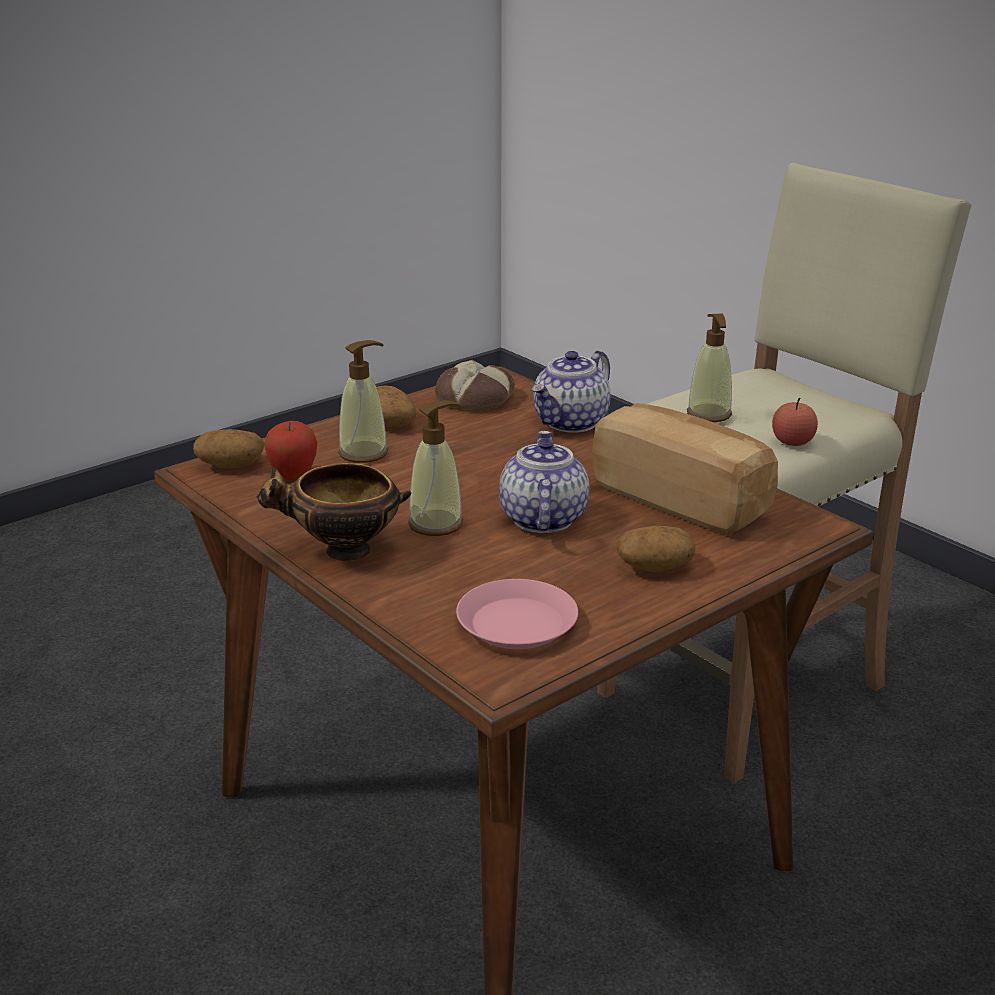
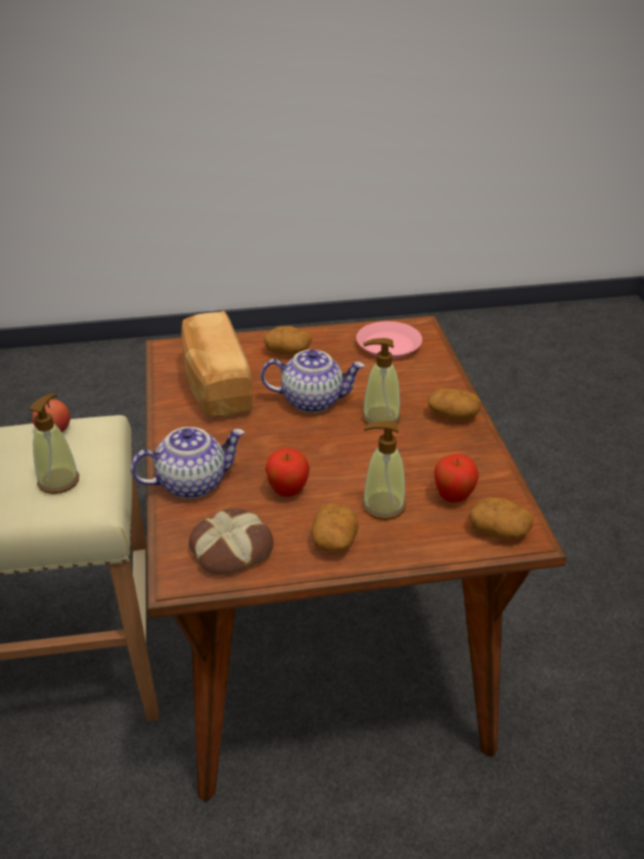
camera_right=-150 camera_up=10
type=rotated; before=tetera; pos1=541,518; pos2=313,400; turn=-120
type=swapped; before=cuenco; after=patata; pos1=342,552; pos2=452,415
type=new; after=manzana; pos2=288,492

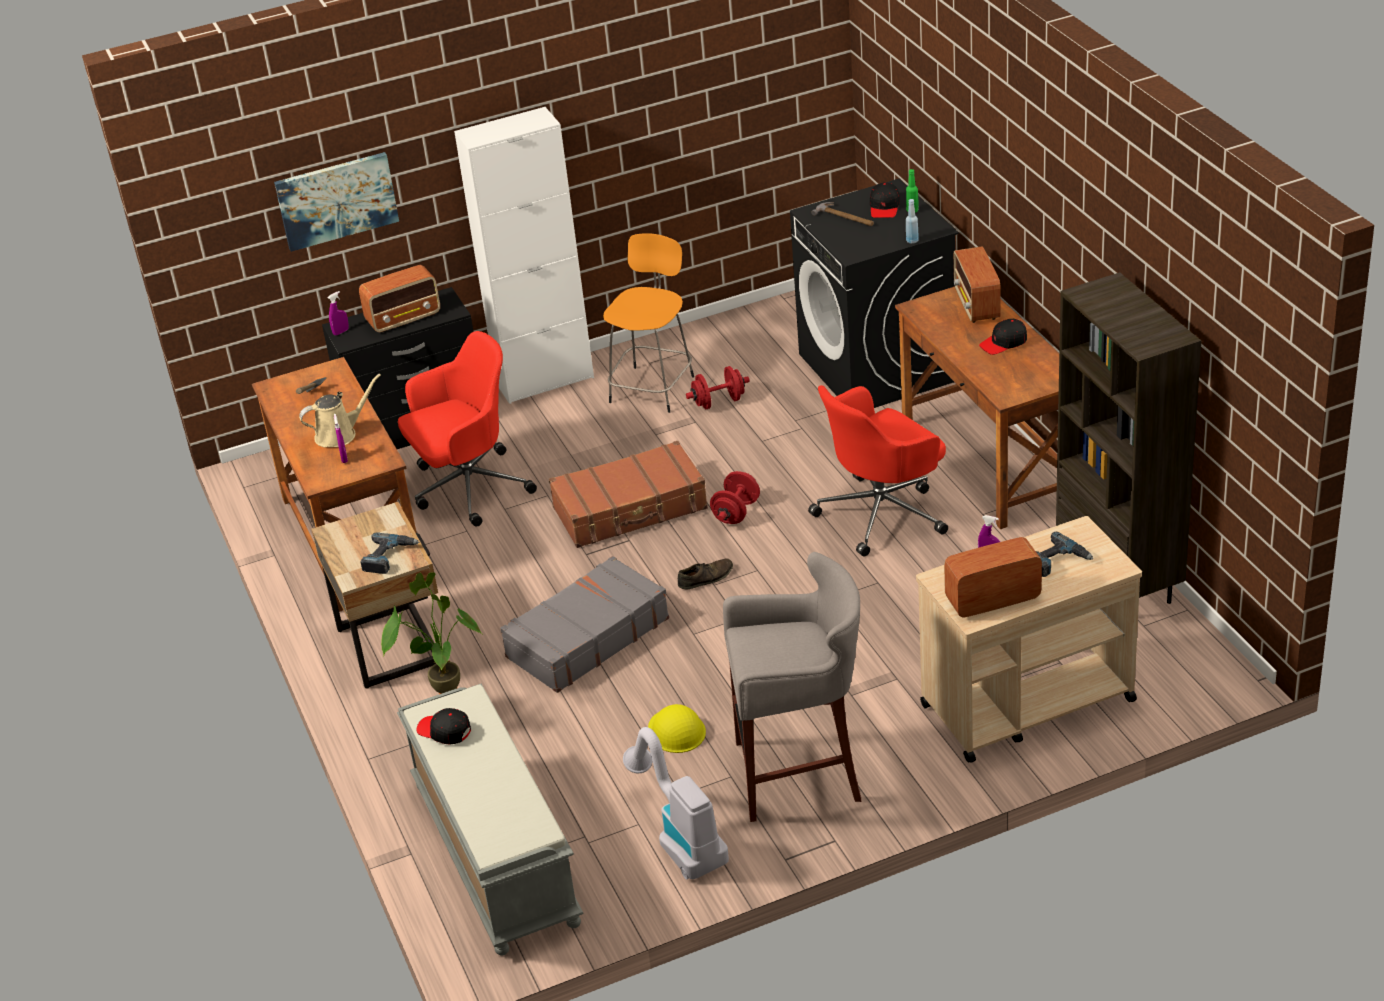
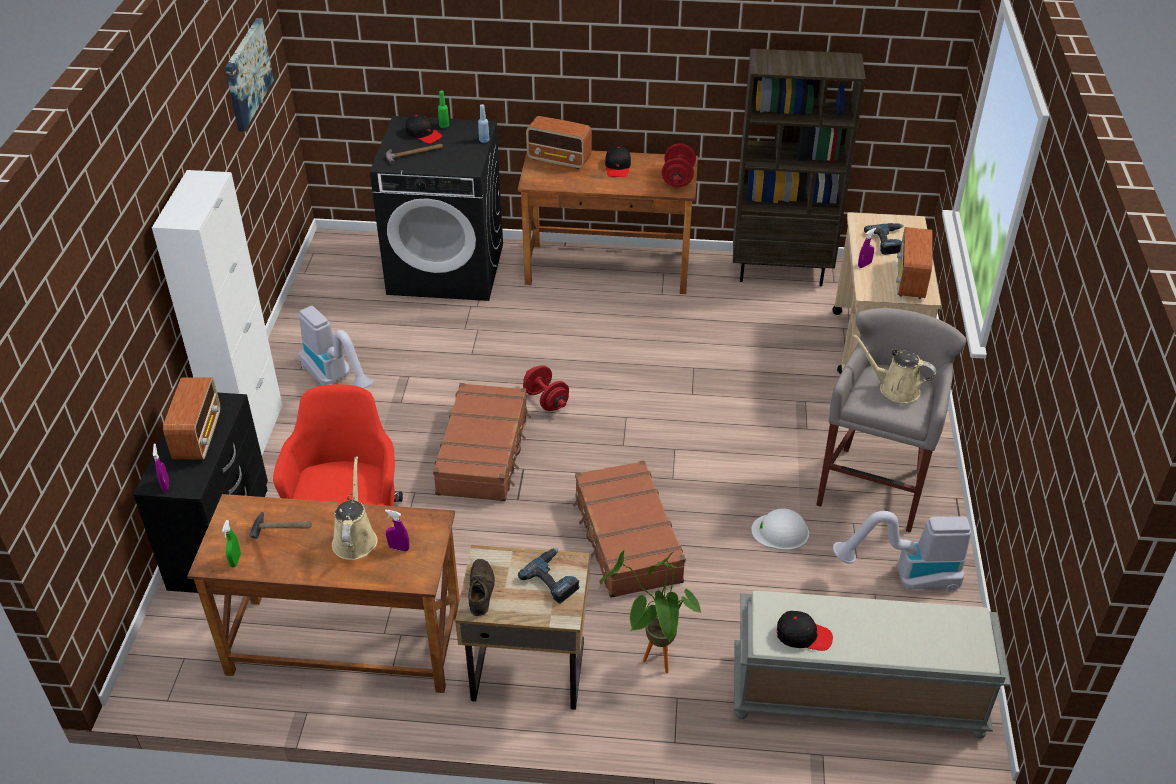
camera_right=-65 camera_up=5
type=shifted; before=cuadro; pos1=336,200; pos2=247,74
type=swapped; before=taburete [naranja]; after=aspiradora; pos1=653,387; pos2=336,380
type=shifted; before=mancuerna [rojo]; pos1=719,402; pos2=678,178
type=gone; before=silla de oficina [rojo]; pos1=883,513
type=repainted; before=maleta [gris]; after=maleta [marrón]; pos1=586,638; pos2=626,539
type=shifted; before=zapato [marrón]; pos1=706,578; pos2=480,590
type=repainted; before=casco [amarillo]; after=casco [blanco]; pos1=676,730; pos2=780,531
type=rotated; before=gorra [negro]; pos1=444,731; pos2=803,635; turn=-135
type=new; after=regadera [beis]; pos2=895,388
type=new; after=pulverizador [verde]; pos2=235,560

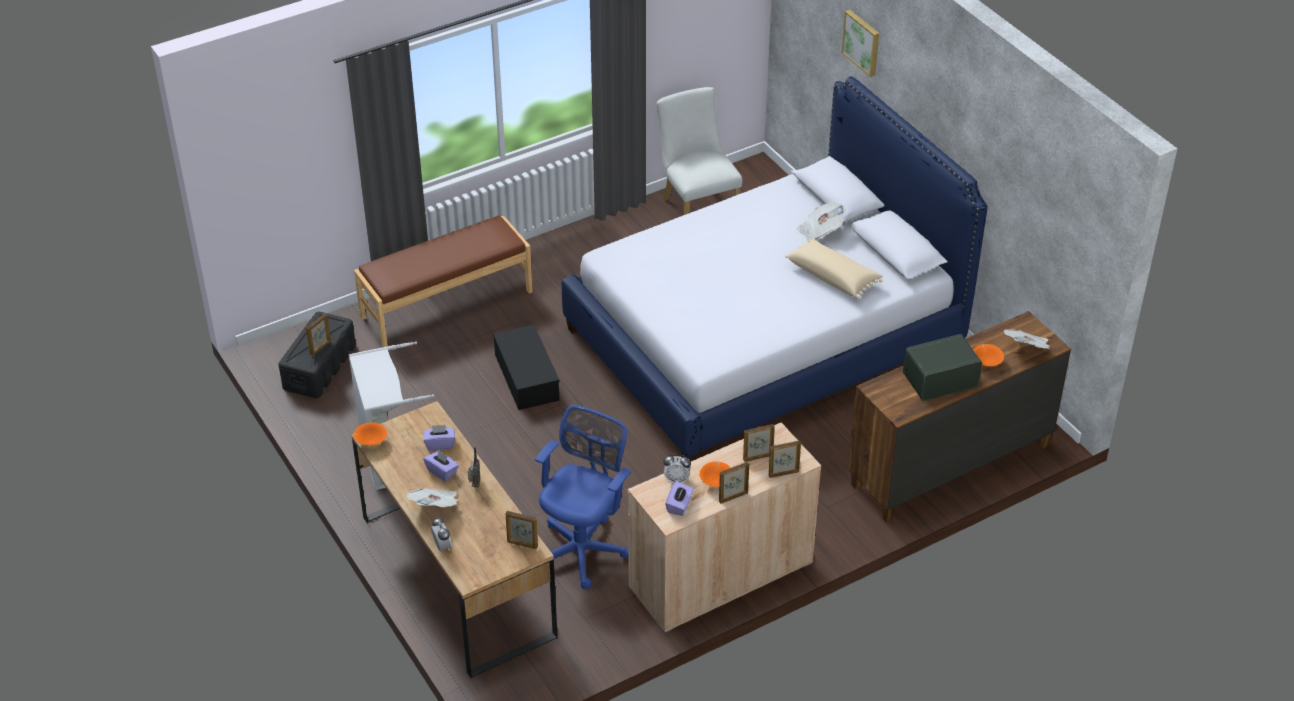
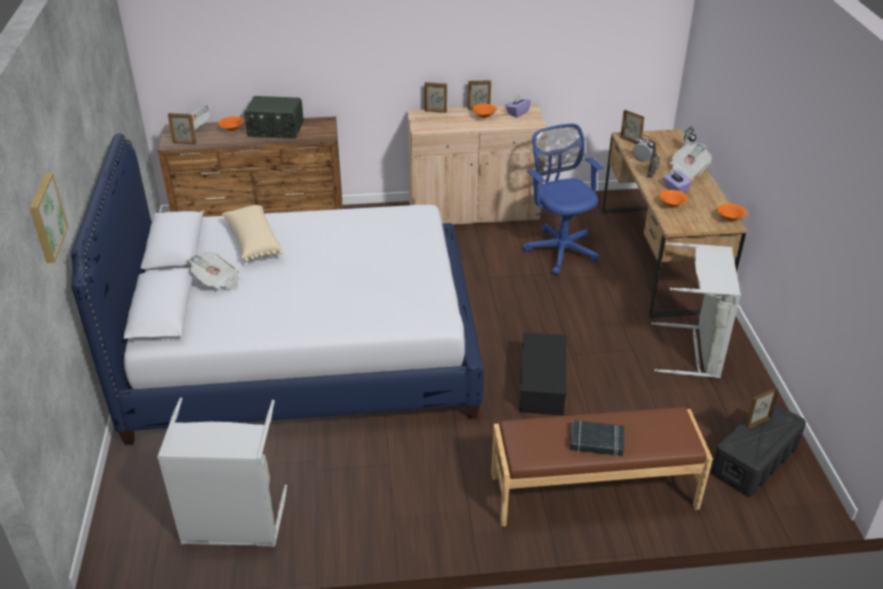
camera_right=-155 camera_up=-5
type=swapped; before=silla [blanco]; after=cesto de la ropa [gris]; pos1=697,207; pos2=233,525
type=rotated; before=silla de oficina [azul]; pos1=582,549; pos2=560,249; turn=105
type=shifted; before=portarretratos; pos1=757,457; pos2=184,143
type=swapped; before=caja de pañuelos [morado]; after=cuenco [naranja]; pos1=440,444; pos2=671,205
type=shifted; before=despertador; pos1=677,480; pos2=642,160
type=new; after=libro [negro]; pos2=596,442

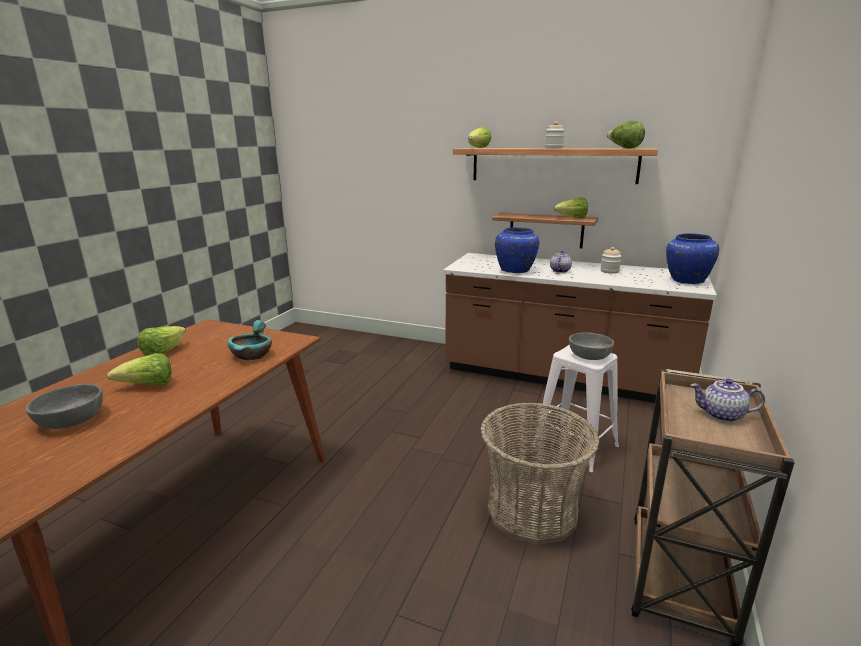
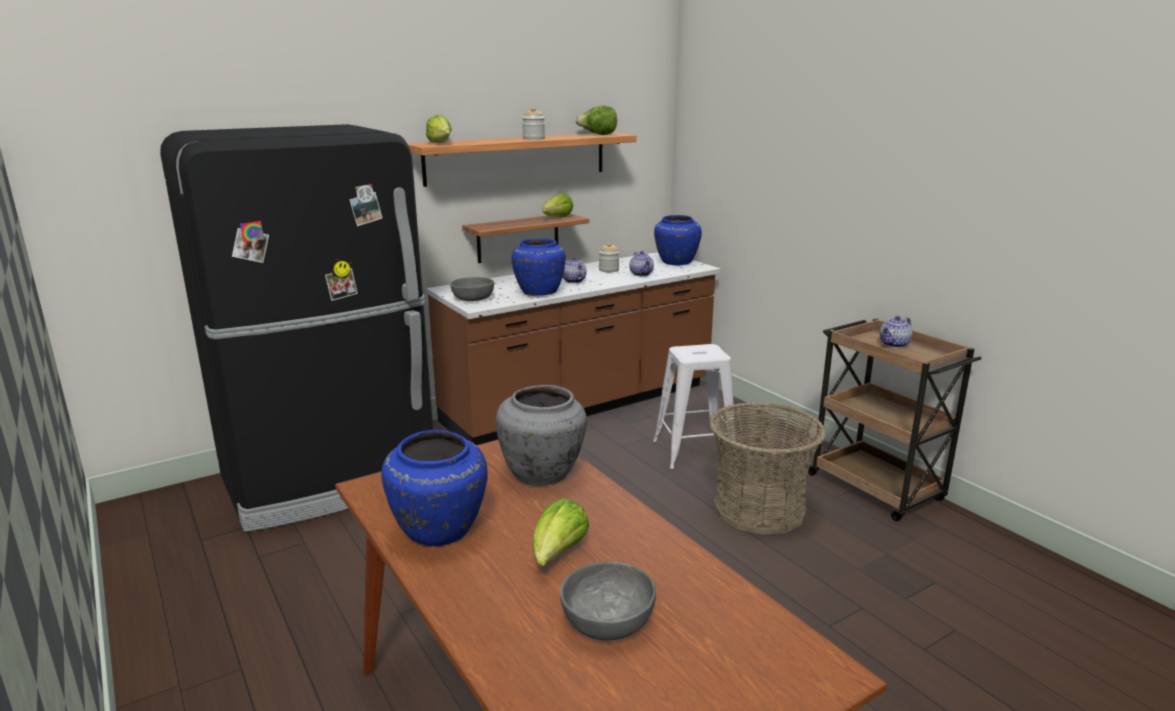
camera_right=-55 camera_up=0
type=swapped; before=cuenco [turquesa]; after=florero [gris]; pos1=252,355; pos2=543,474
type=swapped; before=lechuga; after=florero [azul]; pos1=164,352; pos2=439,532
type=shifted; before=cuenco [gris]; pos1=589,355; pos2=472,298
type=new; after=nevera [negro]; pos2=332,478
type=new; after=tetera; pos2=642,274

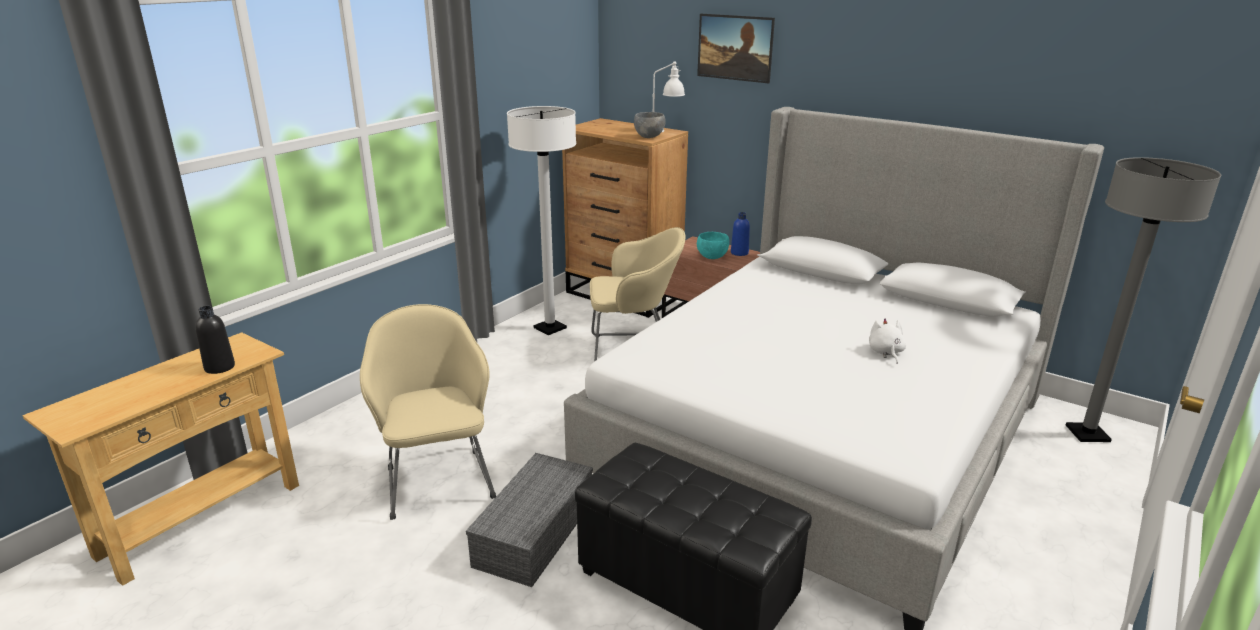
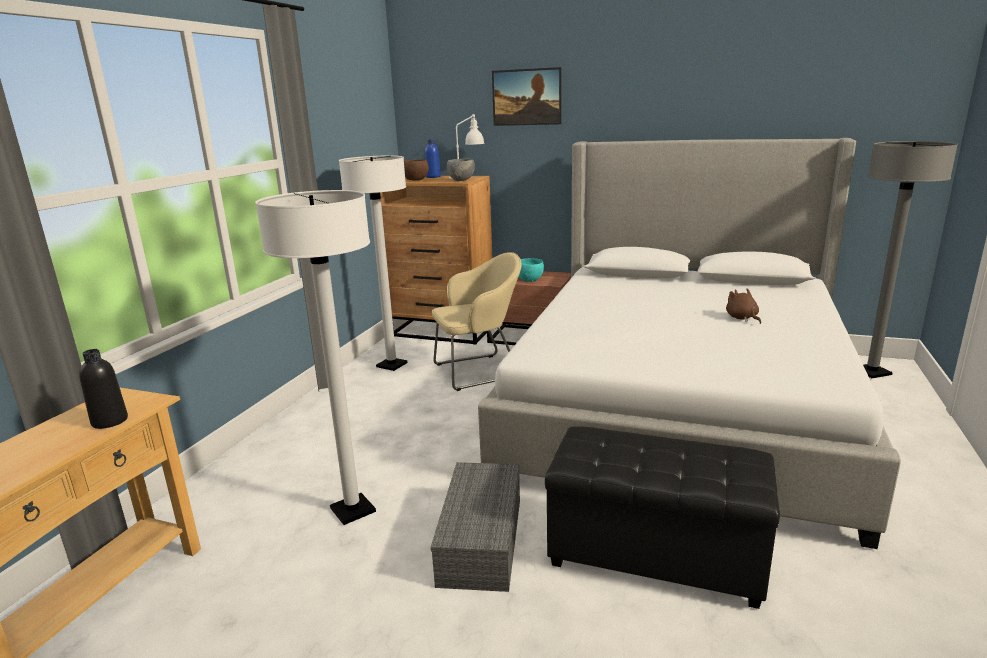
camera_right=-15 camera_up=-5
type=shifted; before=botella [azul]; pos1=739,253; pos2=433,177
type=swapped; before=sillón [beis]; after=lámpara de pie [blanco]; pos1=438,478; pos2=353,510
type=repainted; before=peluche [blanco]; after=peluche [marrón]; pos1=885,352; pos2=742,318
type=new; after=cuenco [marrón]; pos2=415,180

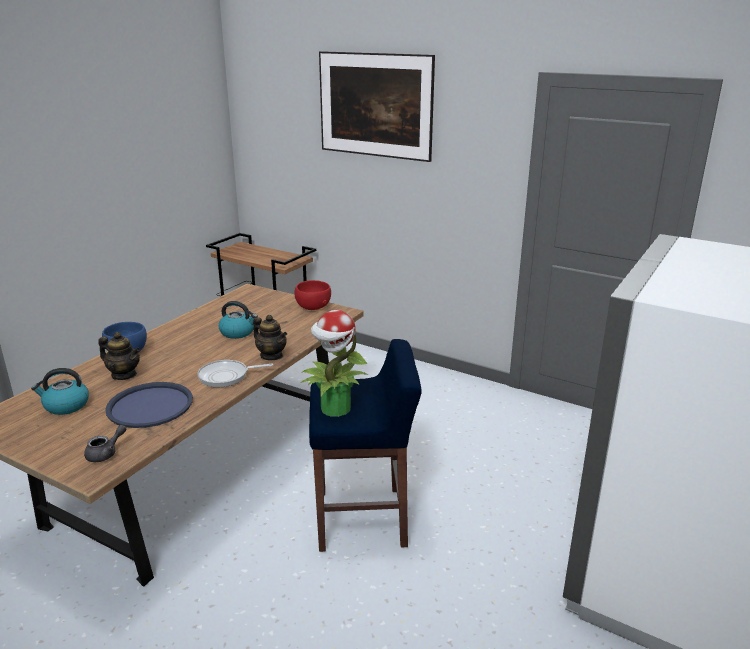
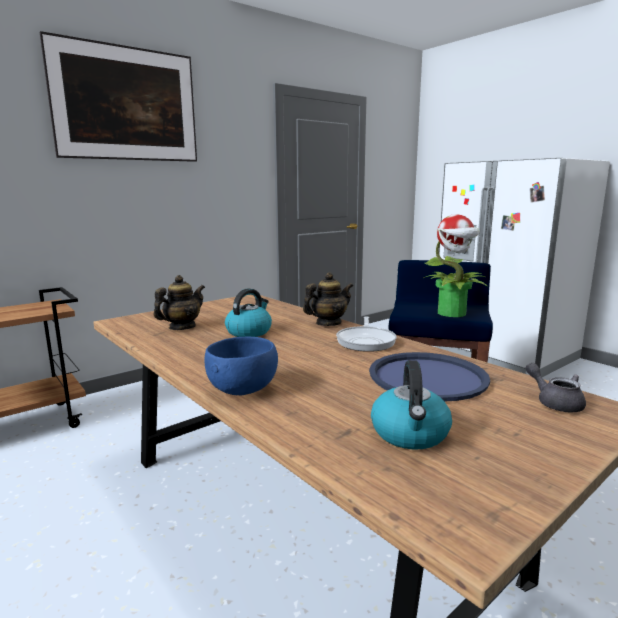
camera_right=-70 camera_up=-10
type=gone; before=cuenco [rojo]; pos1=313,307
type=shifted; before=tetera; pos1=124,375; pos2=182,327

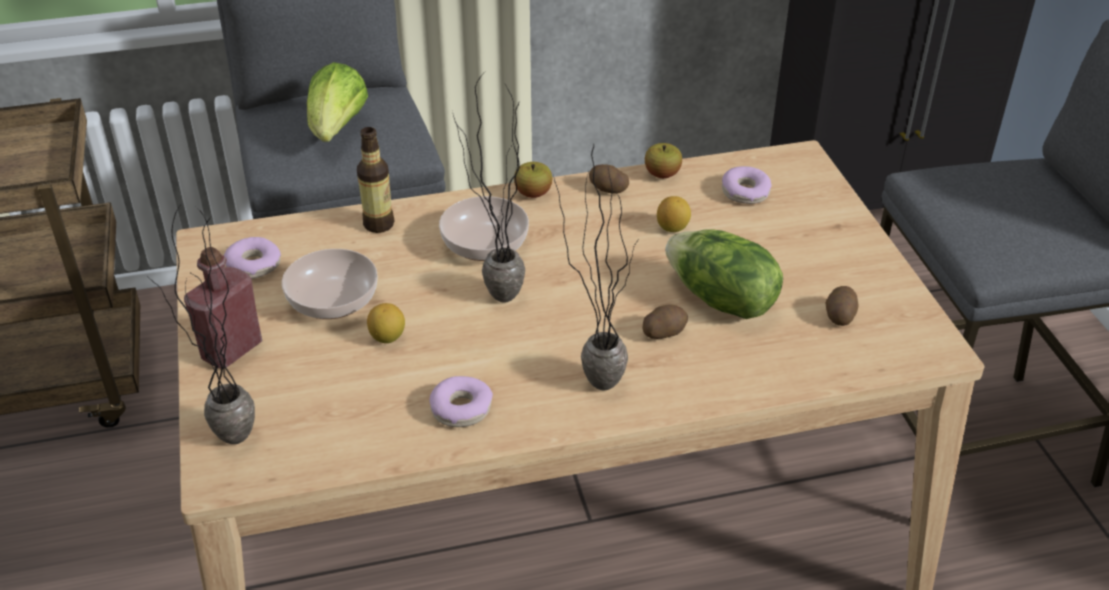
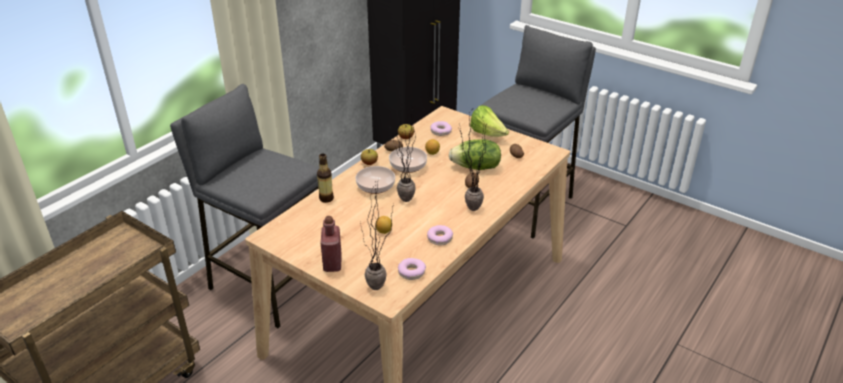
camera_right=-40 camera_up=-5
type=shifted; before=lechuga; pos1=337,130; pos2=488,134
type=shifted; before=rosquilla; pos1=254,265; pos2=411,272
type=shifted; before=cuenco; pos1=331,301; pos2=408,167

